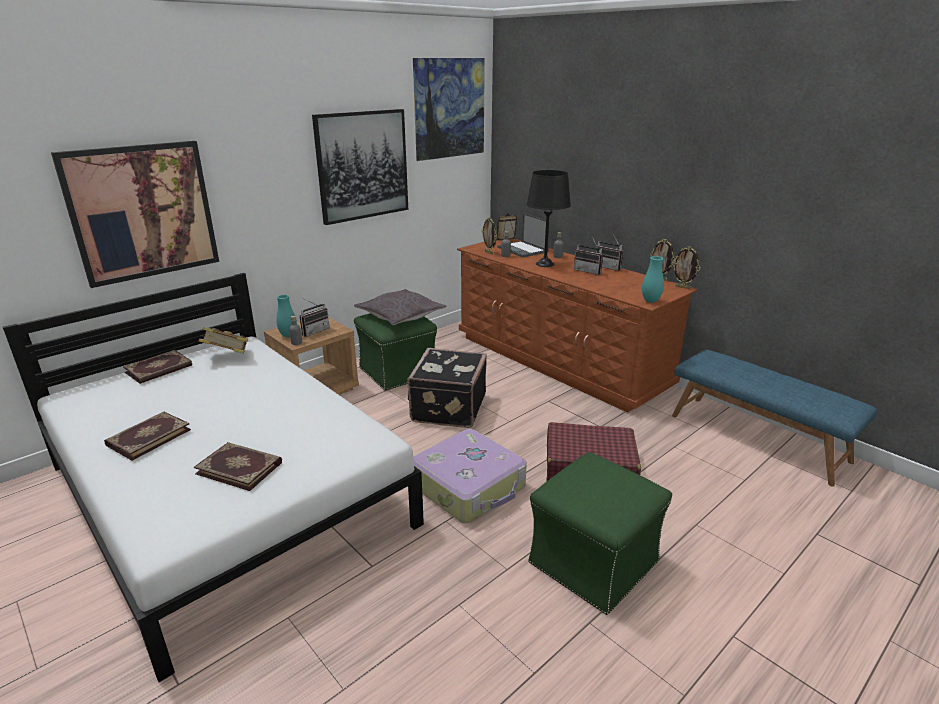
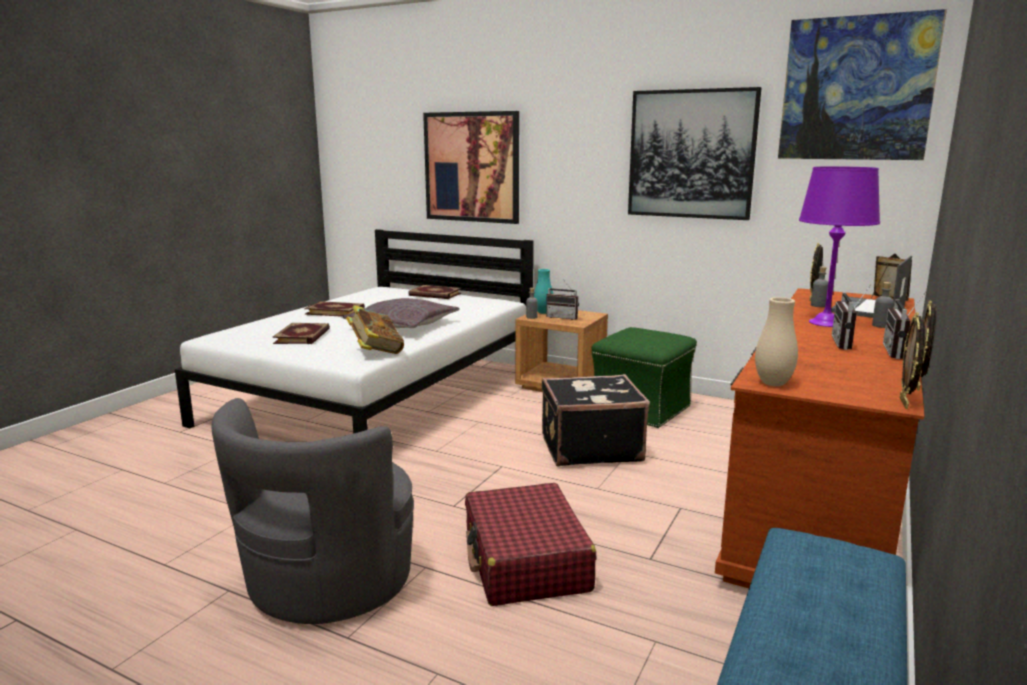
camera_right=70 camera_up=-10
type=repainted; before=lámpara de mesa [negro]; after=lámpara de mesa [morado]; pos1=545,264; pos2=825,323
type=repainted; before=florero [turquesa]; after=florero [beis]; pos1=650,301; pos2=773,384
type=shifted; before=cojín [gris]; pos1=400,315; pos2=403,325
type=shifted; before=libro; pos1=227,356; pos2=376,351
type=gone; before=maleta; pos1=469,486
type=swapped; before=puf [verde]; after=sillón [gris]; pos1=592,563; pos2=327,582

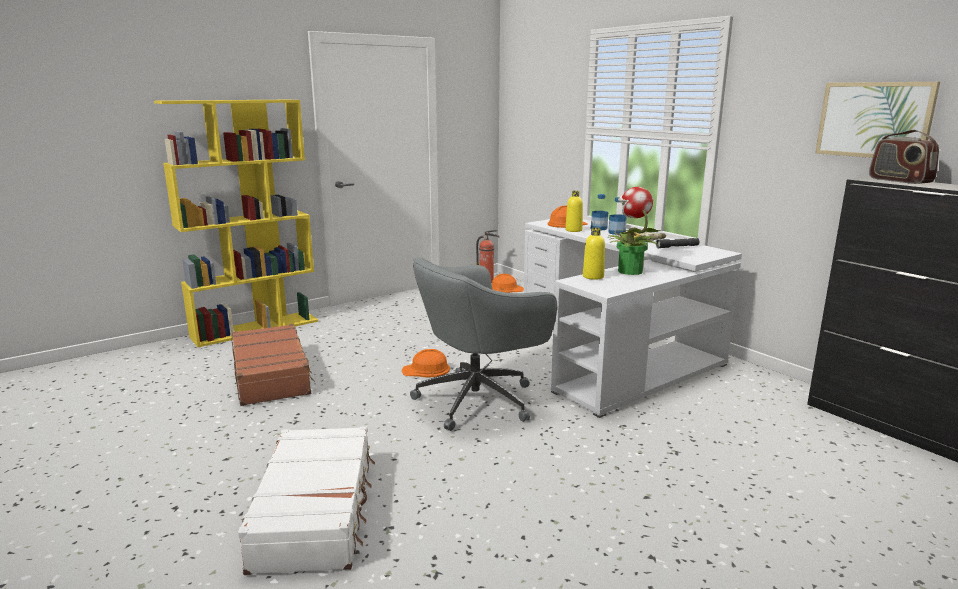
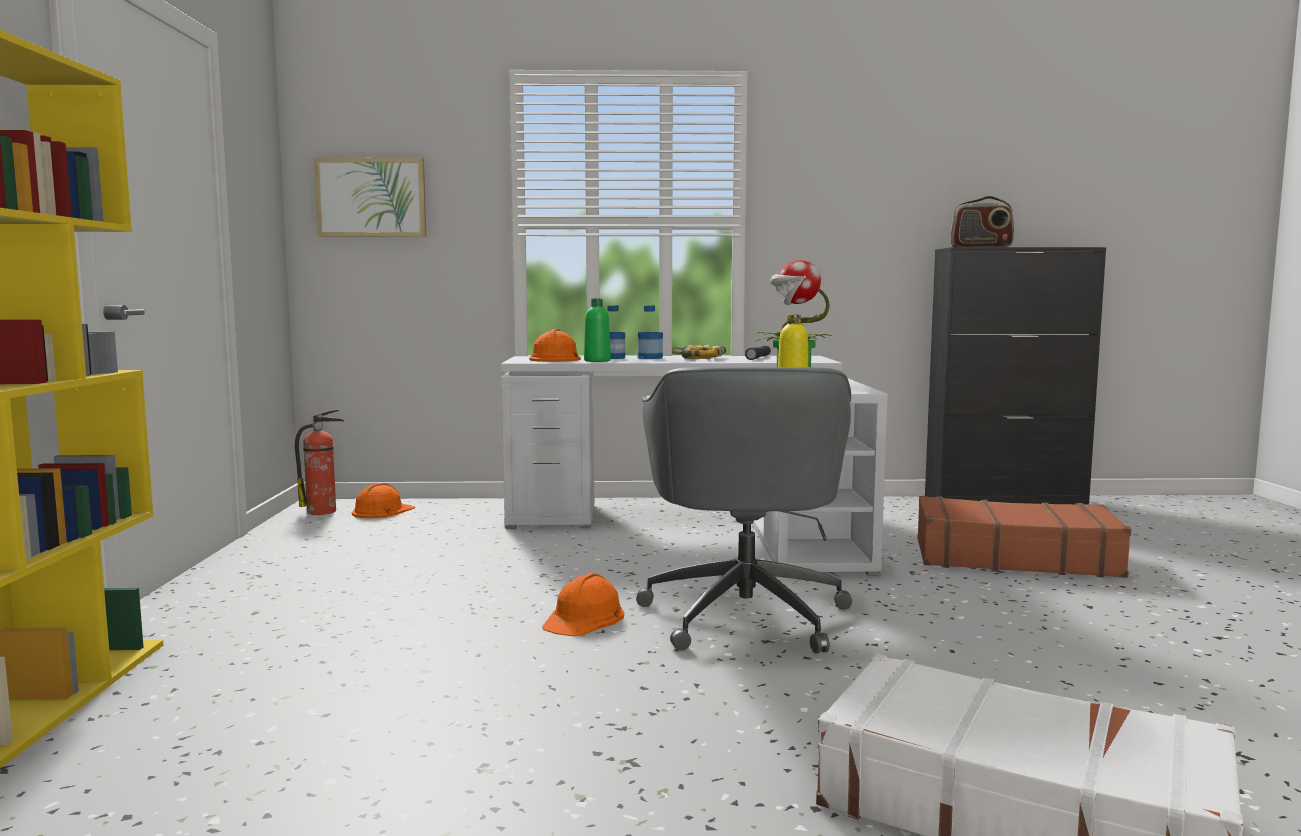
camera_right=-55 camera_up=-10
type=shifted; before=cuadro; pos1=874,120; pos2=371,198
type=repainted; before=botella [amarillo]; after=botella [verde]; pos1=573,230; pos2=597,361
type=shifted; before=maleta [marrón]; pos1=272,375; pos2=1013,558

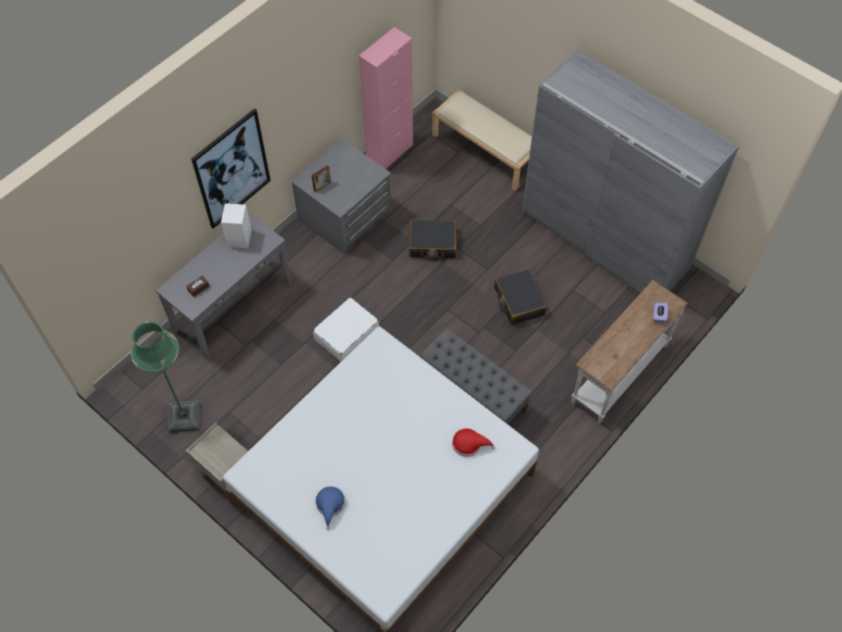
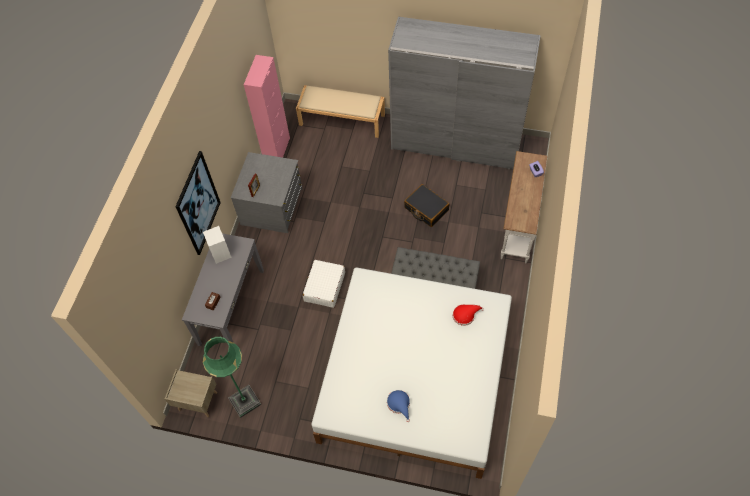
camera_right=-25 camera_up=0
type=gone; before=maleta [negro]; pos1=432,244
type=shifted; before=mesita de noche [beis]; pos1=225,471; pos2=197,401

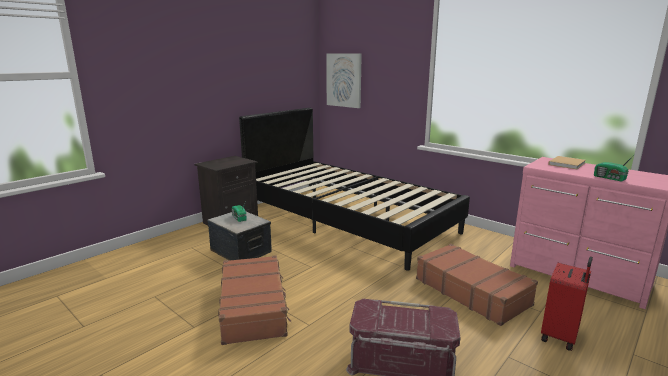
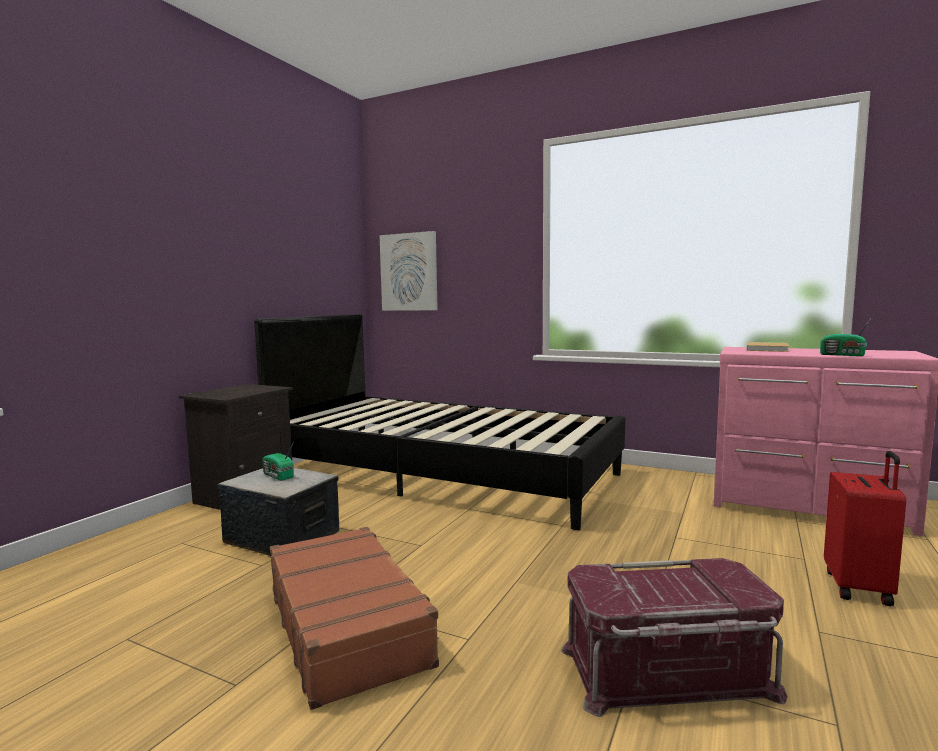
camera_right=-15 camera_up=-10
type=gone; before=maleta [marrón]; pos1=471,291

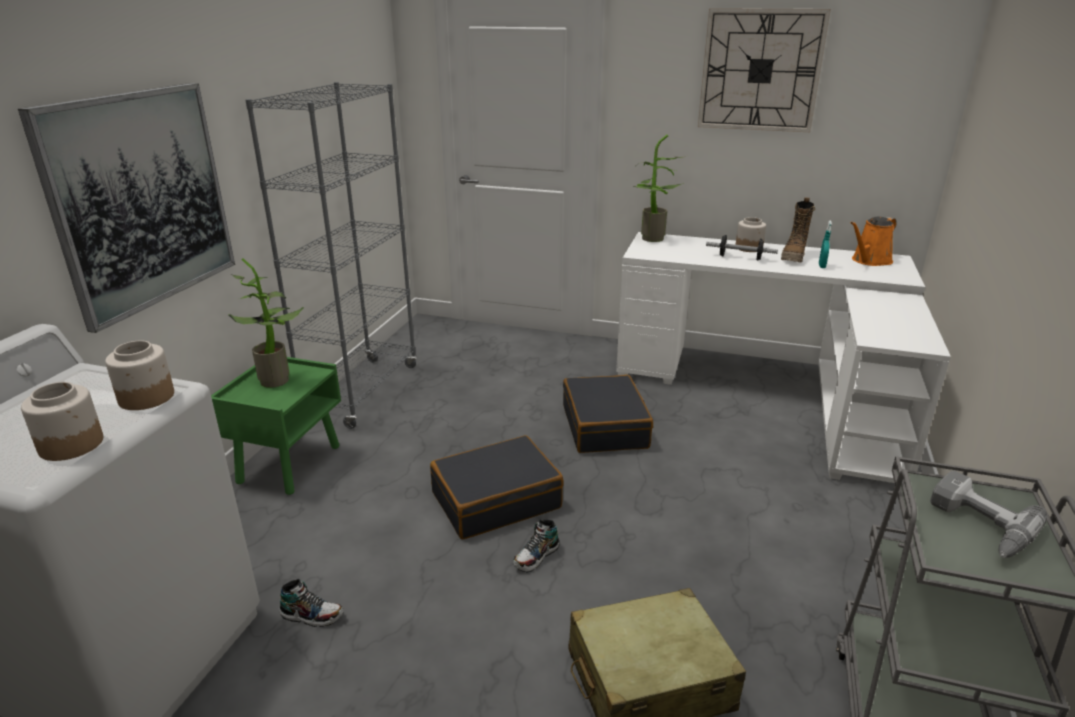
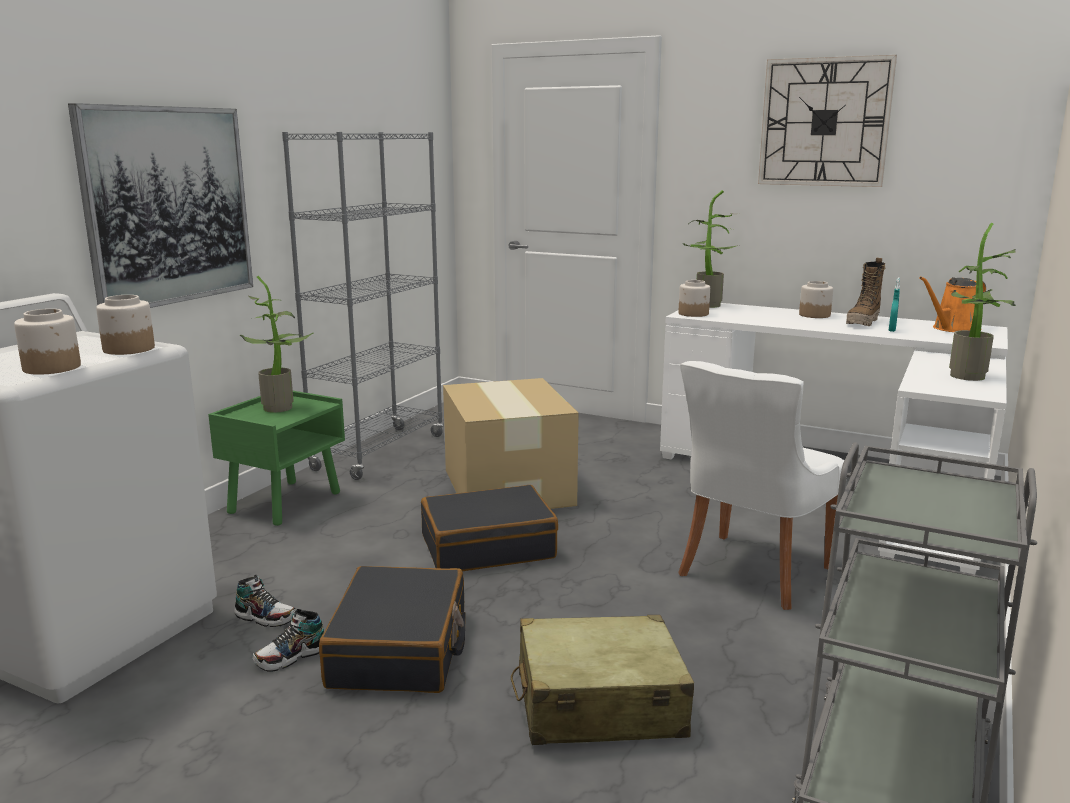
camera_right=10 camera_up=-10
type=gone; before=mancuerna; pos1=740,257
type=shifted; before=maleta [negro]; pos1=605,426; pos2=400,649
type=gone; before=taladro; pos1=977,525
type=shifted; before=zapato; pos1=536,556; pos2=292,657
type=new; after=planta en maceta; pos2=972,377
type=new; after=tarro; pos2=694,314
type=new; after=silla [blanco]; pos2=751,573
type=new; after=caja de cartón; pos2=508,486

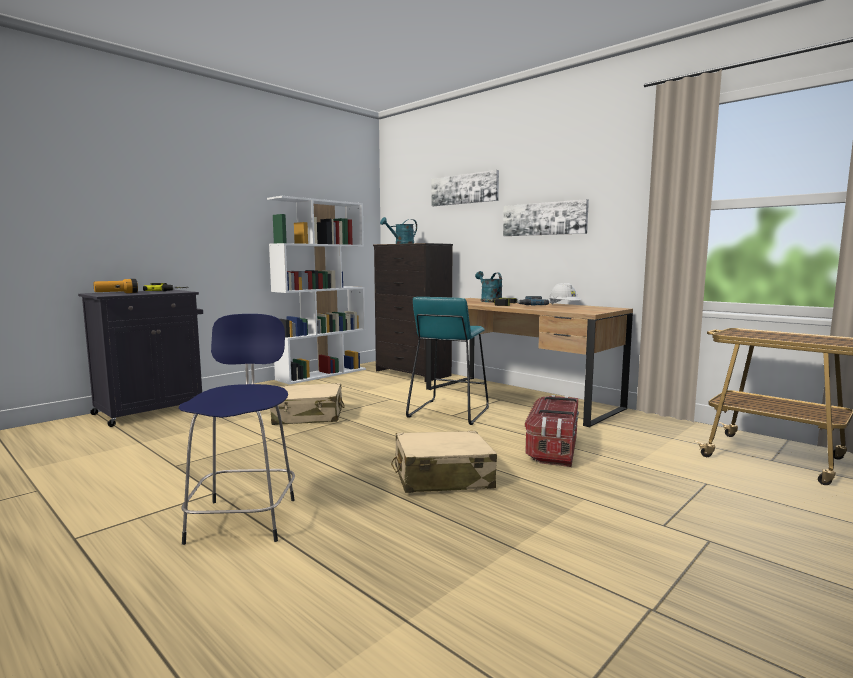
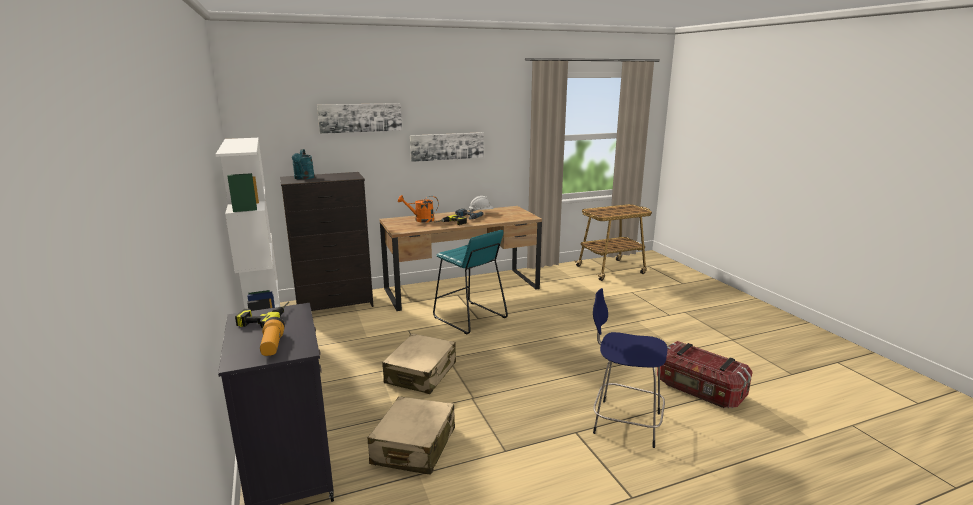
camera_right=-65 camera_up=10
type=repainted; before=regadera [turquesa]; after=regadera [naranja]; pos1=489,301; pos2=420,220
type=shifted; before=caja de almacenaje; pos1=553,449; pos2=699,390
type=shifted; before=maleta [beis]; pos1=442,477; pos2=414,446

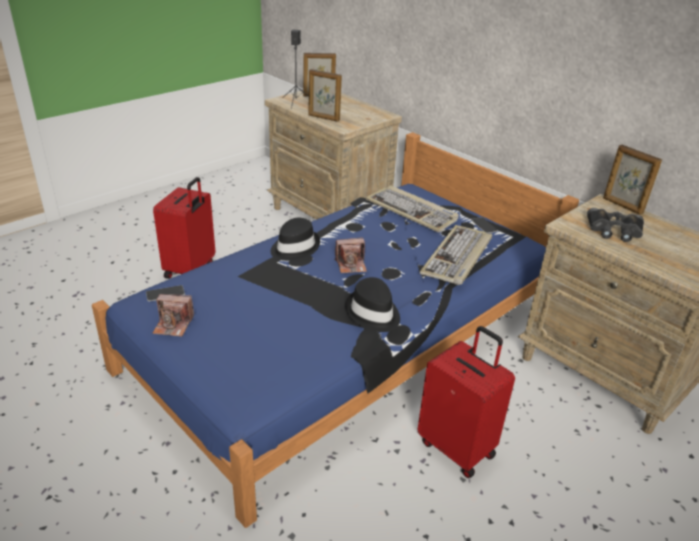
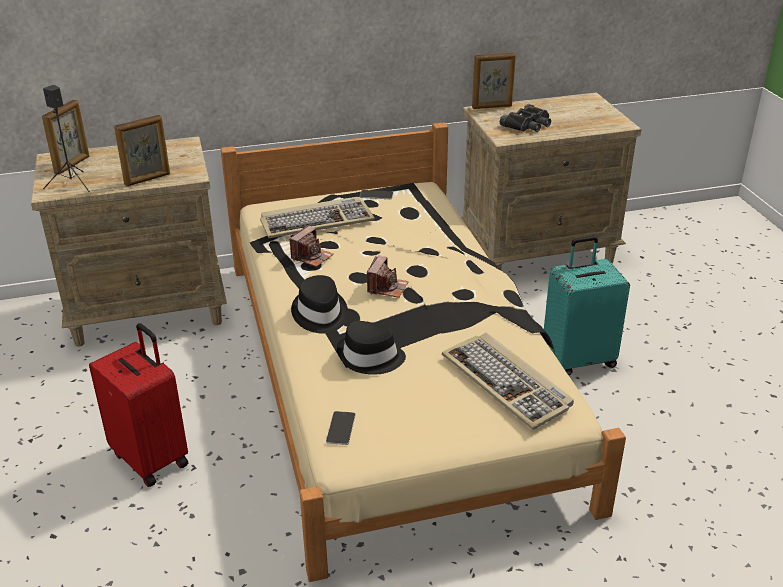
camera_right=-60 camera_up=0
type=repainted; before=cama [azul]; after=cama [beis]; pos1=346,337; pos2=390,372
type=shifted; before=teclado; pos1=457,257; pos2=507,383
type=shifted; before=sombrero [negro]; pos1=373,313; pos2=370,358
type=shifted; before=cámara; pos1=173,325; pos2=312,257
type=repainted; before=maleta [rojo]; after=maleta [turquesa]; pos1=457,447; pos2=578,359

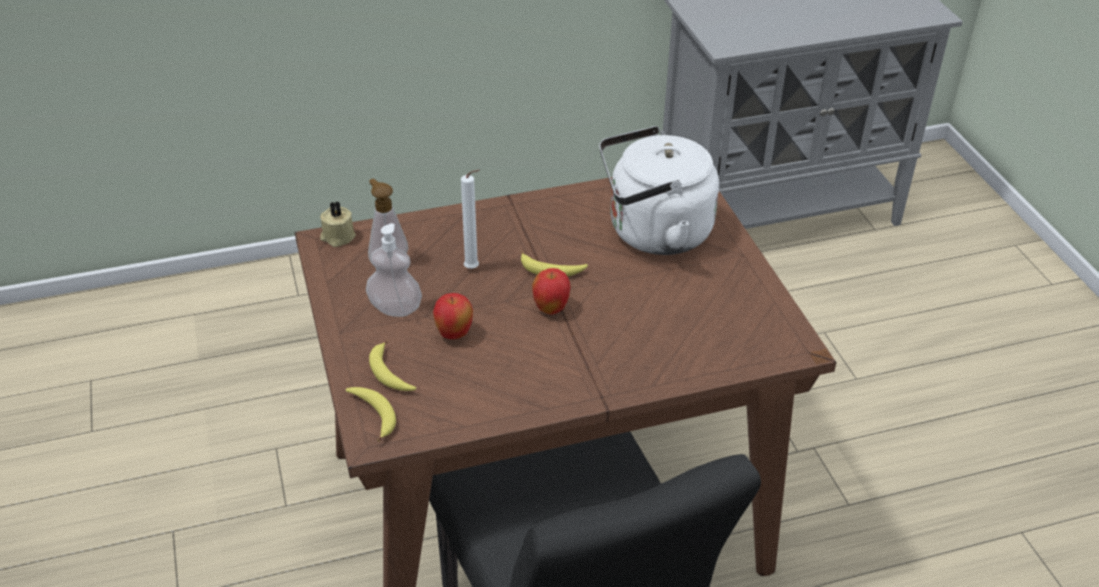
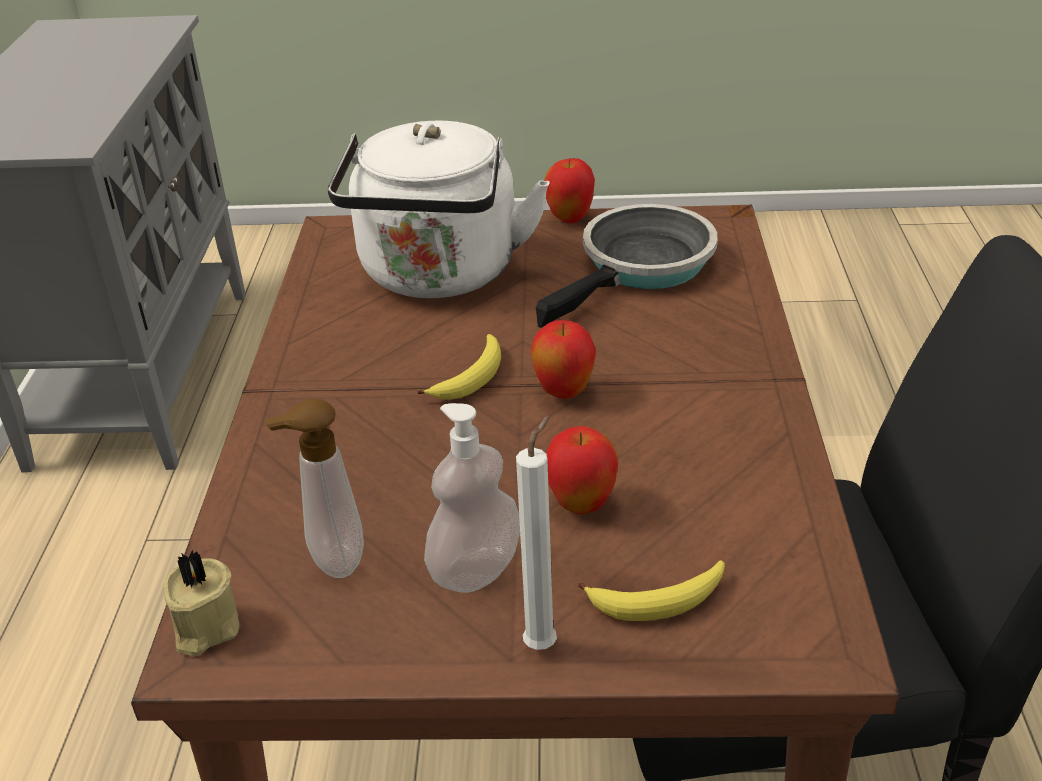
camera_right=-70 camera_up=-5
type=shifted; before=vela [blanco]; pos1=474,269; pos2=543,643
type=gone; before=plátano; pos1=374,414
type=new; after=manzana; pos2=570,219
type=new; after=sartén; pos2=642,267

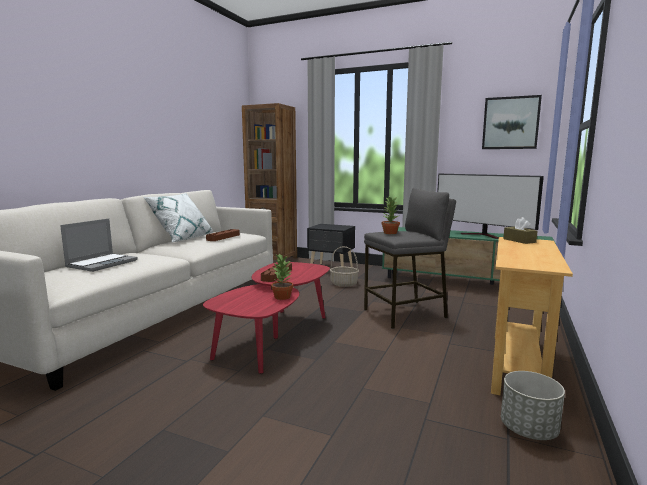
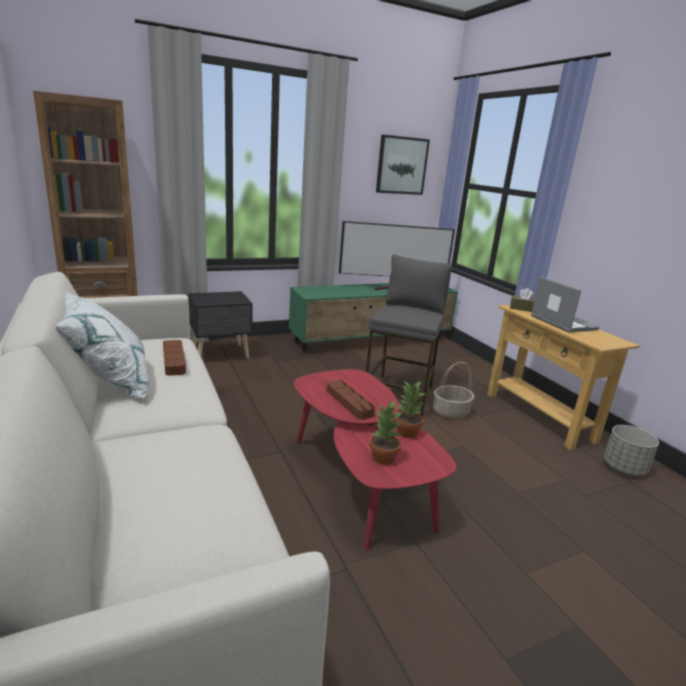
camera_right=-50 camera_up=10
type=shifted; before=planta en maceta; pos1=389,233; pos2=382,458
type=shifted; before=portátil; pos1=102,263; pos2=561,323
type=shifted; before=cesta; pos1=343,284; pos2=450,412

